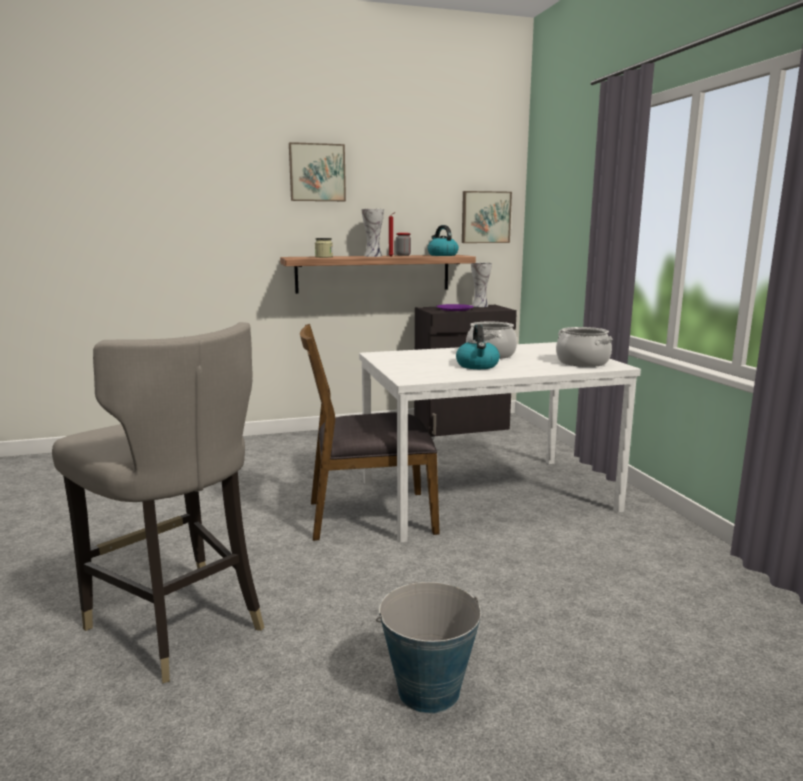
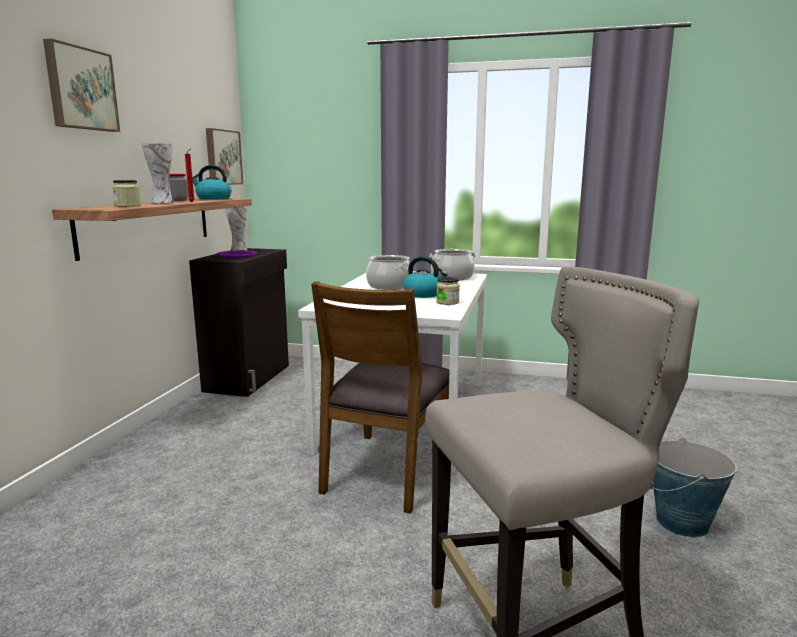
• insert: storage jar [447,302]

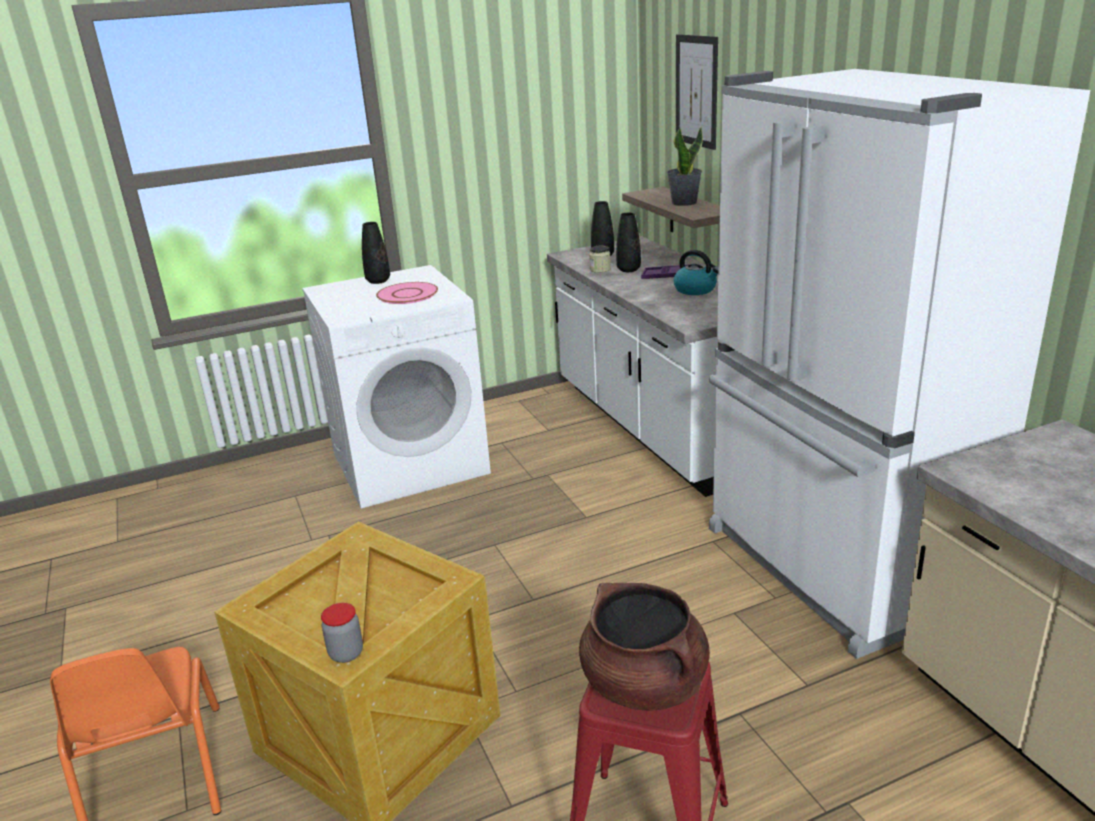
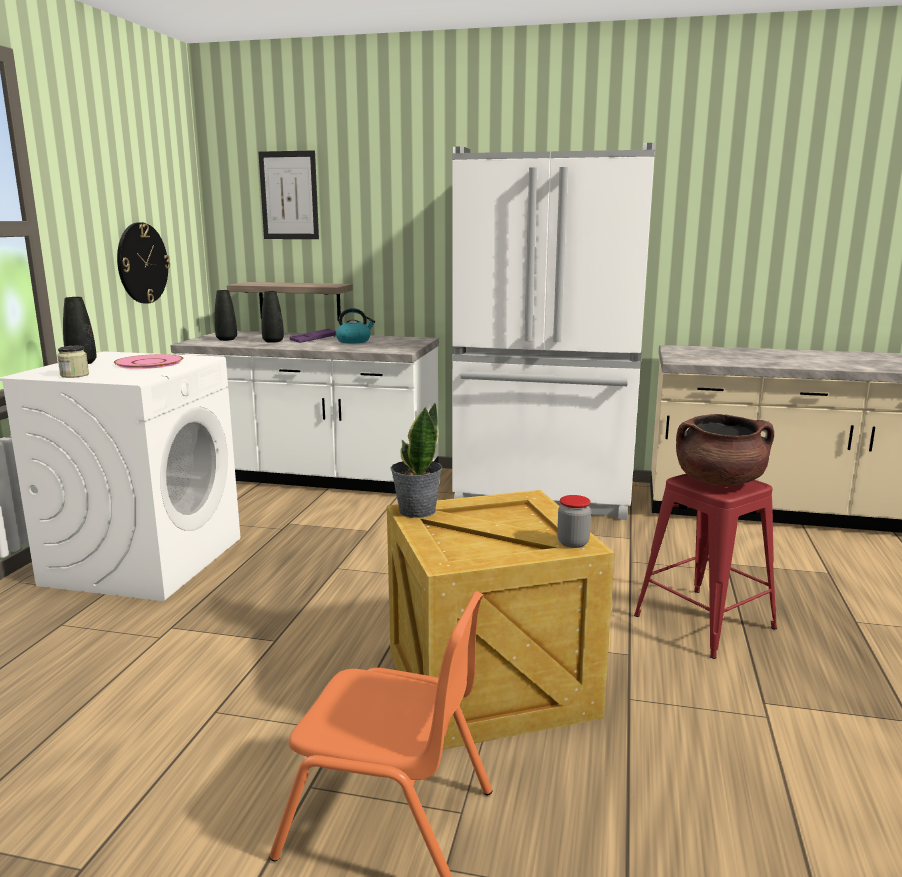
• move: storage jar [600,269] to [74,375]
• insert: wall clock [142,263]
• move: houseplant [683,202] to [416,511]

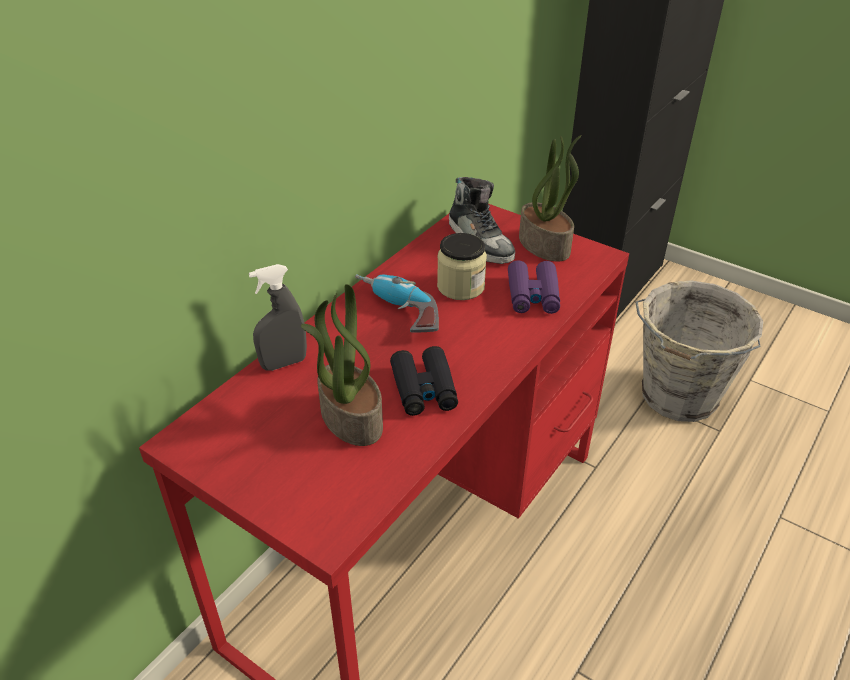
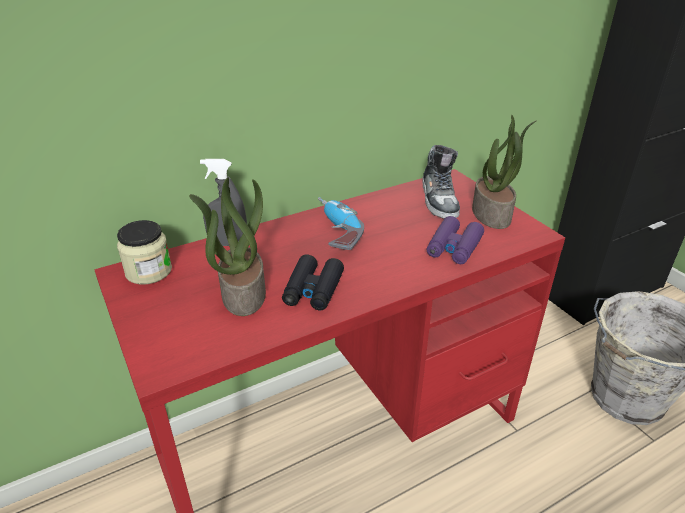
• move: storage jar [461,286] to [149,271]

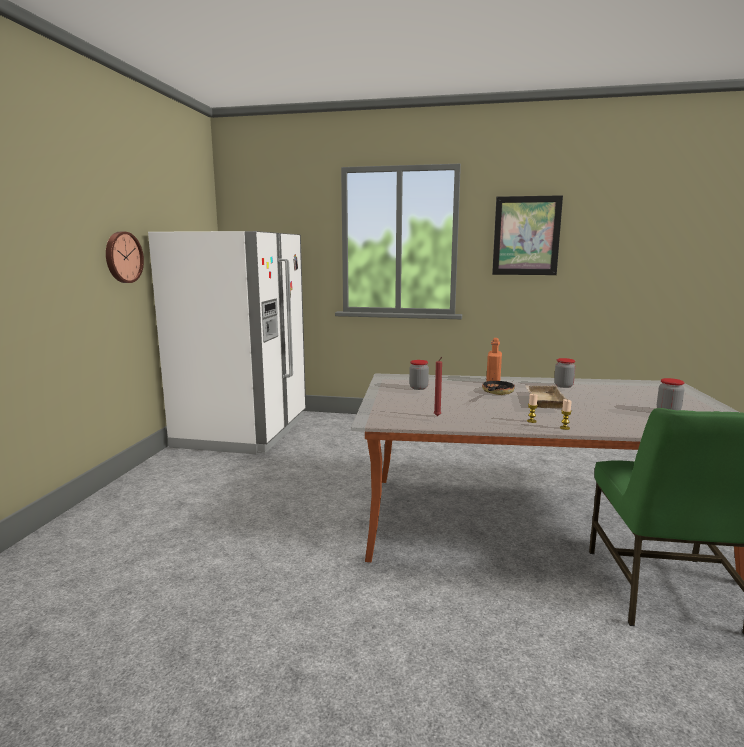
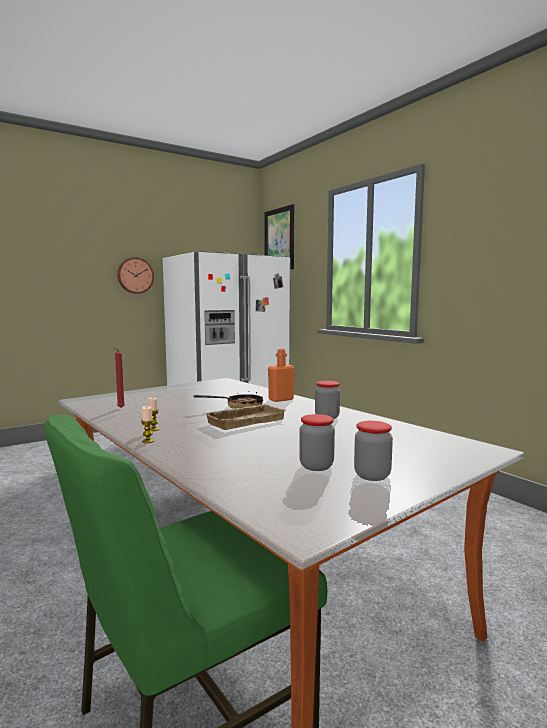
• move: wall art [526,236] to [279,239]
• move: storage jar [418,388] to [372,475]

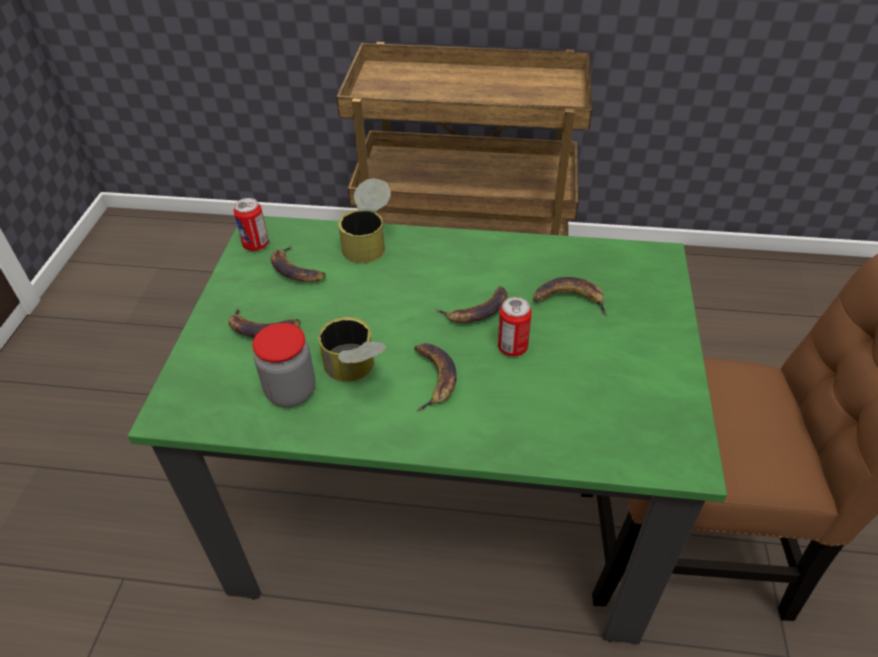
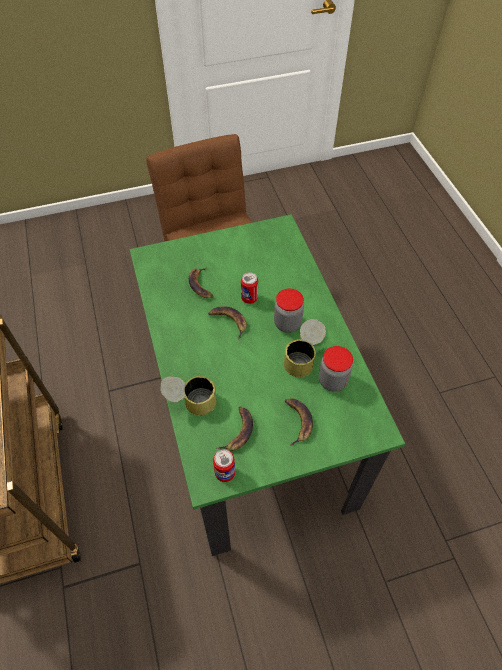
• replace: whole banana [432,377] to storage jar [287,323]

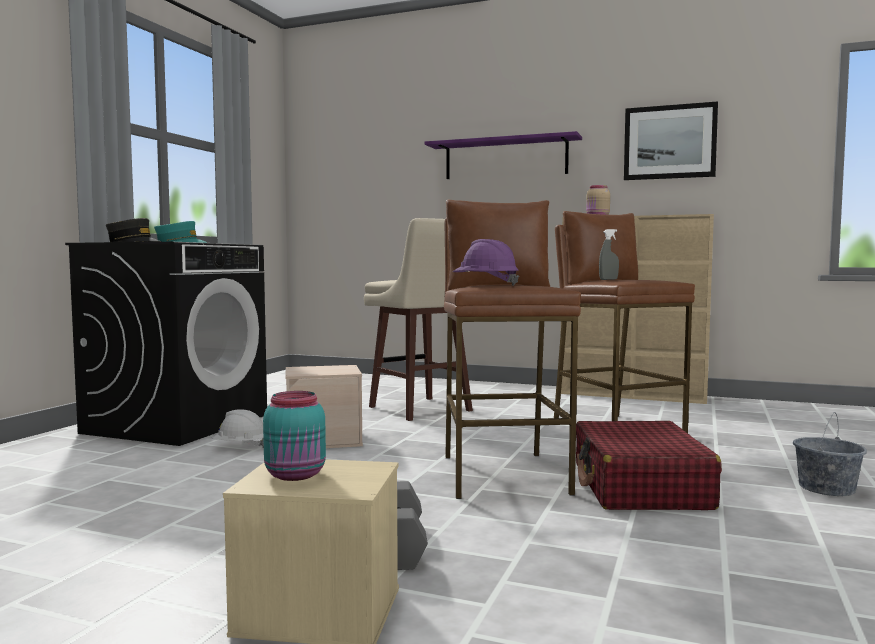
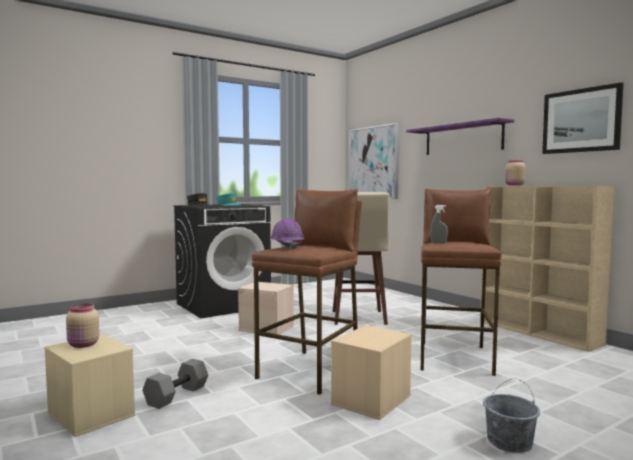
• recolor: blue-green storage jar [297,475] to beige-coloured storage jar [83,345]
• replace: reddish travel case [640,486] to beige-coloured storage box [371,400]
• insert: wall art [373,162]
• delete: white work helmet [240,447]

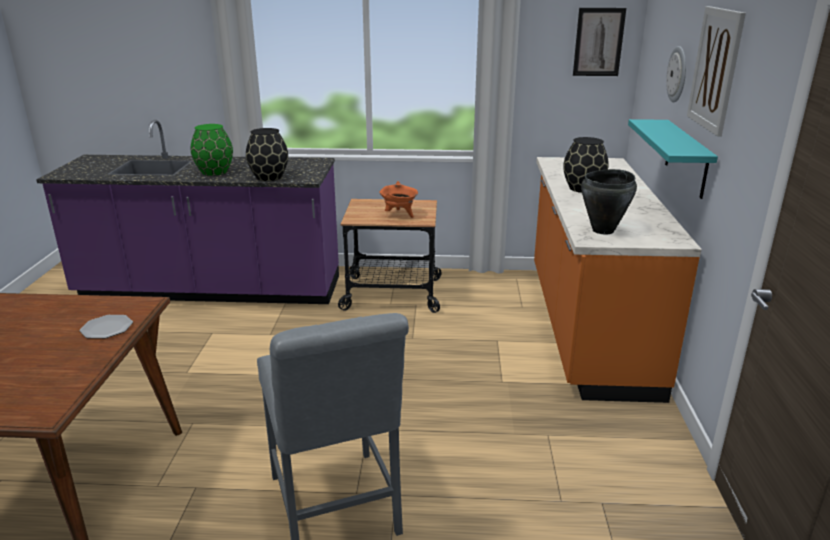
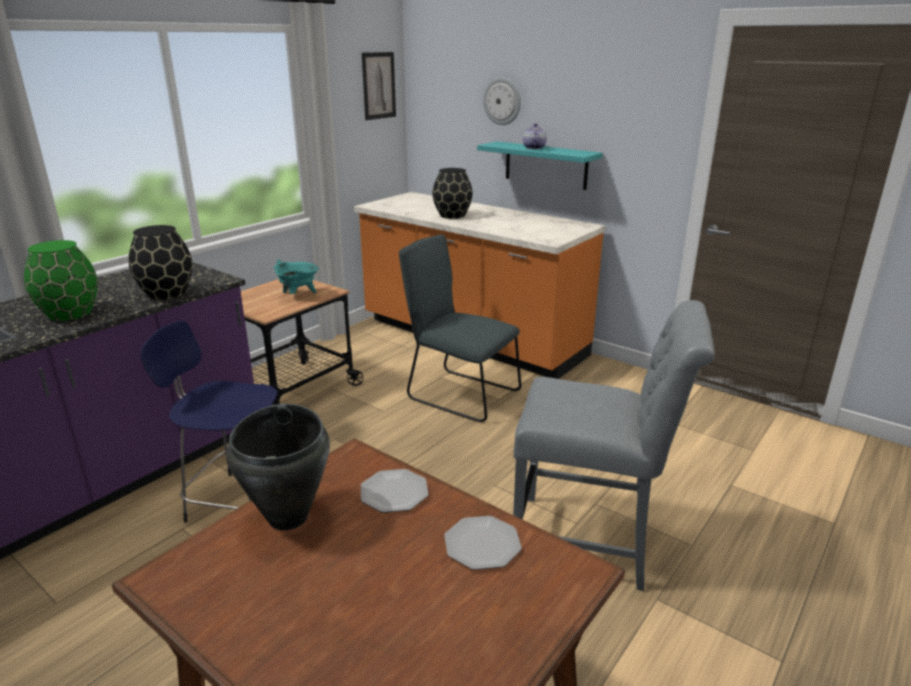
• insert: blue-coloured sitting stool [238,502]
• move: black saucepot [603,230] to [289,517]
• recolor: orangey saucepot [399,215] to blue-green saucepot [298,295]
• insert: grey plain chair [459,394]
• insert: dinner plate [481,544]
• insert: pot for tea [533,148]
• delete: wall art [715,69]

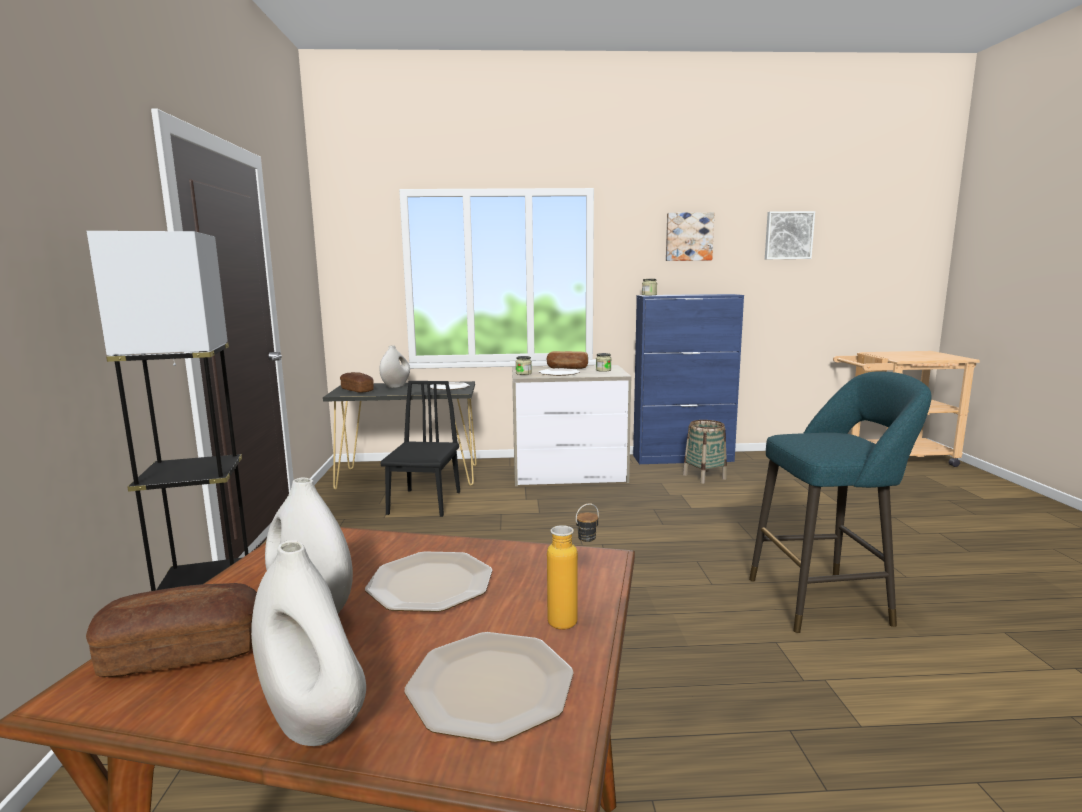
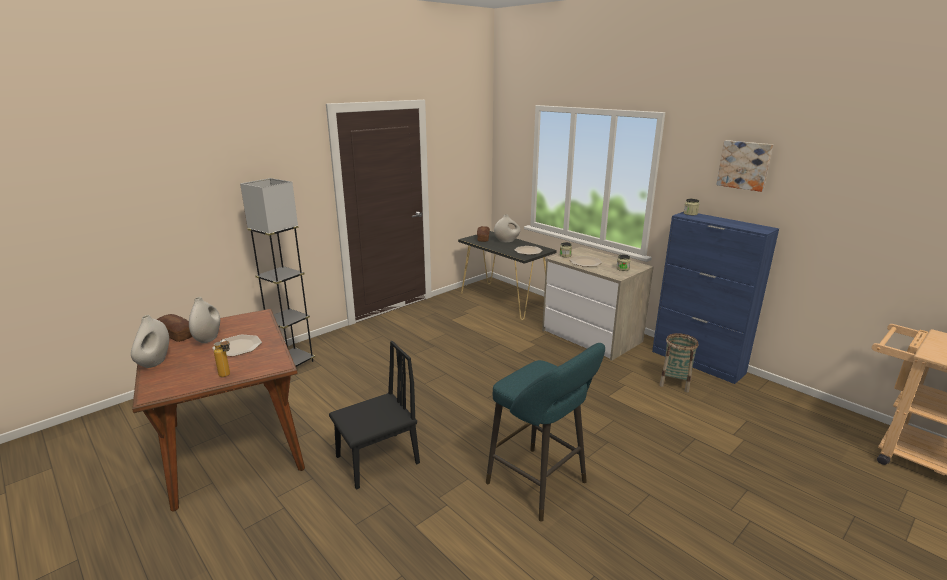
• move: black plain chair [424,503] to [377,460]
• delete: dinner plate [492,686]
• delete: baked bread [567,368]
• delete: wall art [788,235]

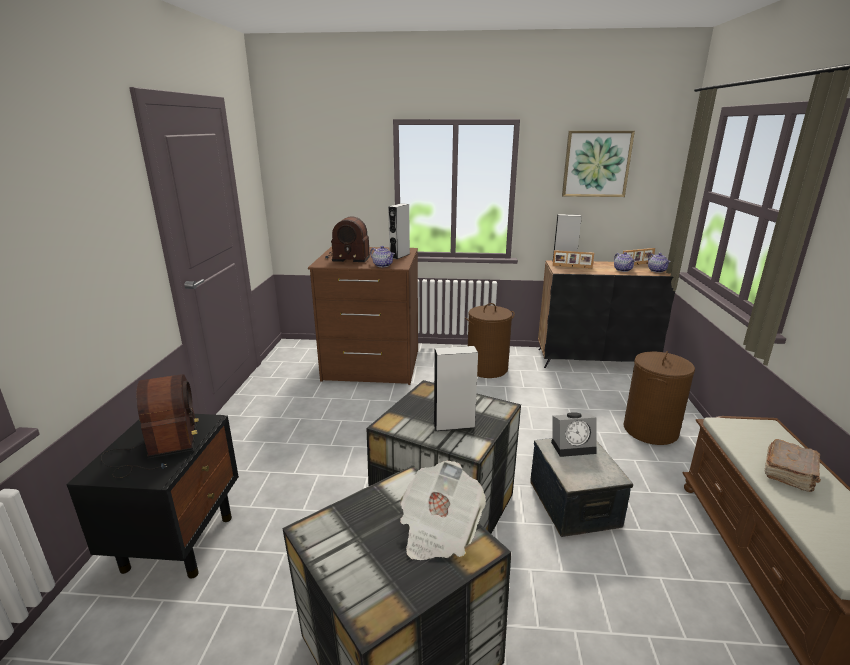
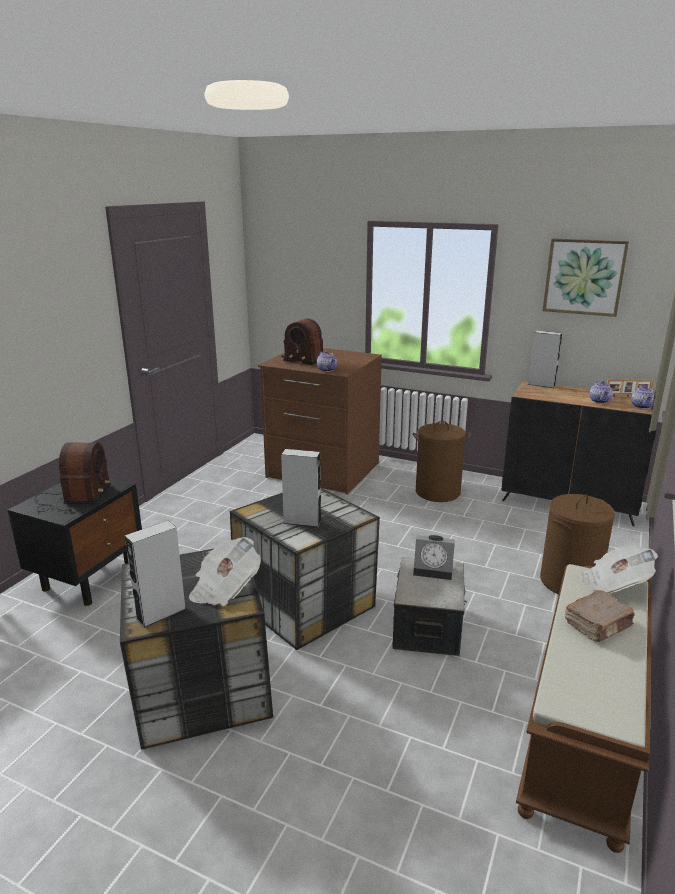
• move: grey loudspeaker [399,256] to [161,613]
• insert: newspaper [613,584]
• delete: photo frame [572,267]

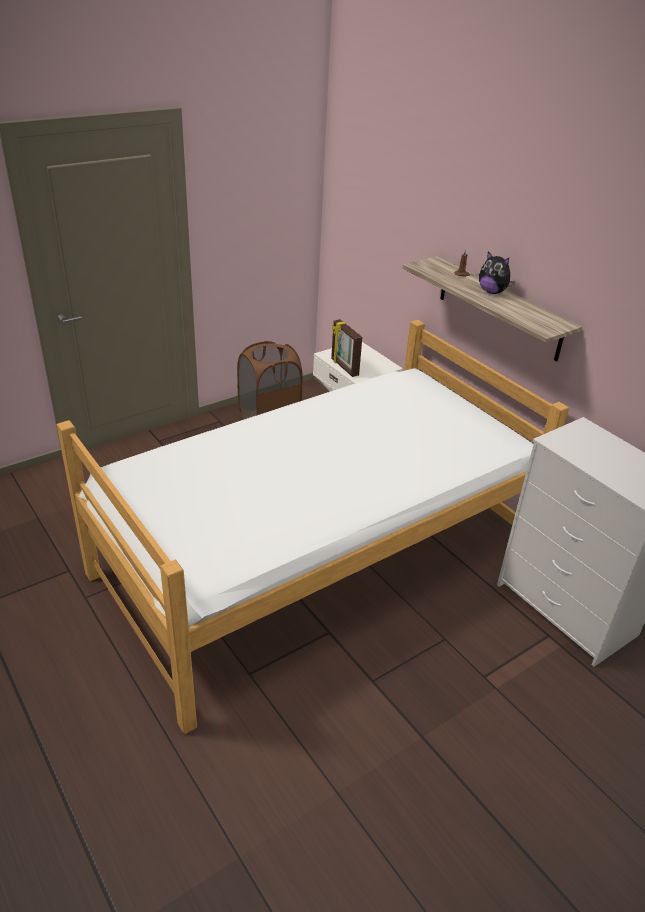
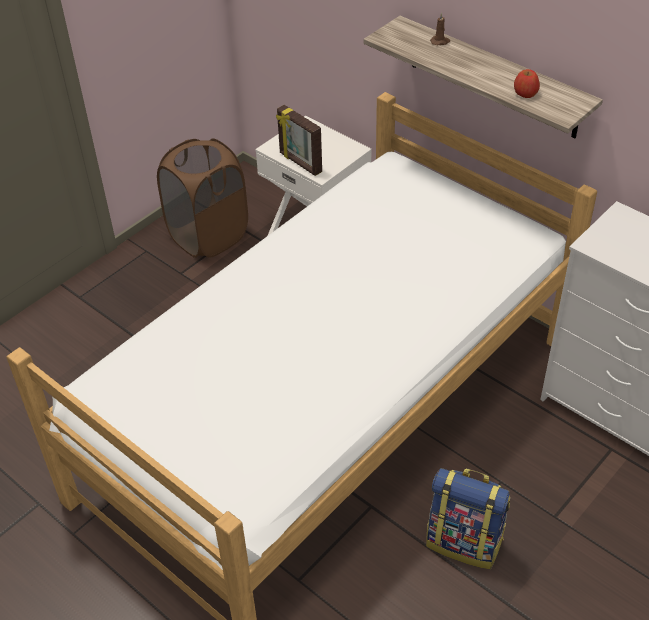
• insert: rucksack [465,541]
• insert: apple fruit [525,92]
• delete: cuddly toy [492,292]

